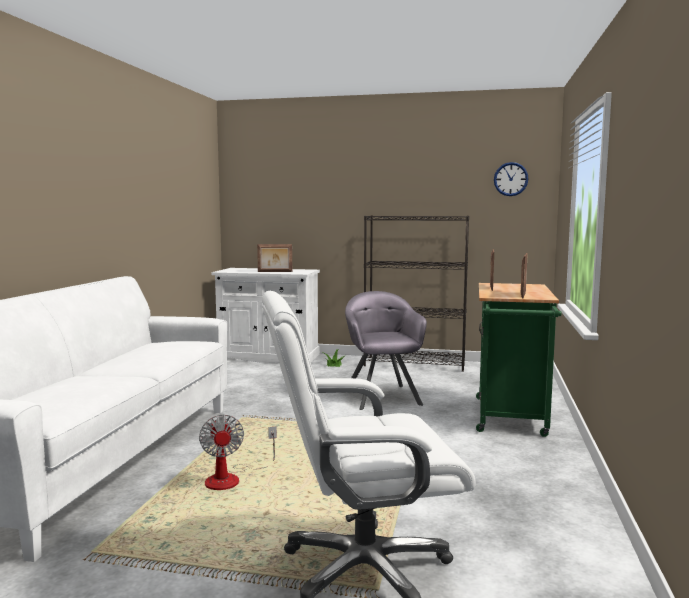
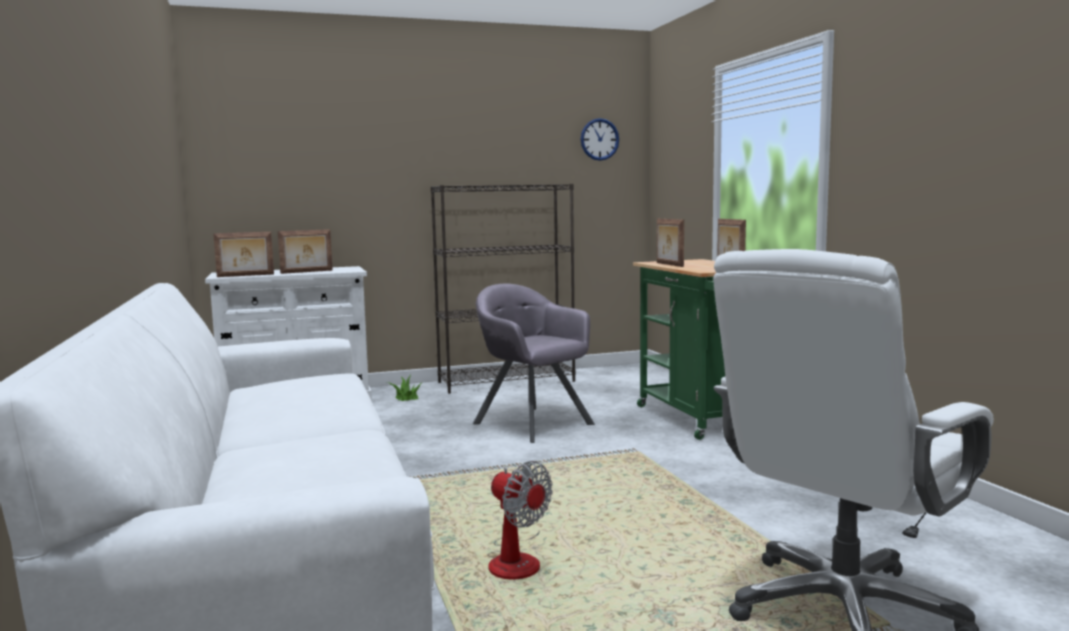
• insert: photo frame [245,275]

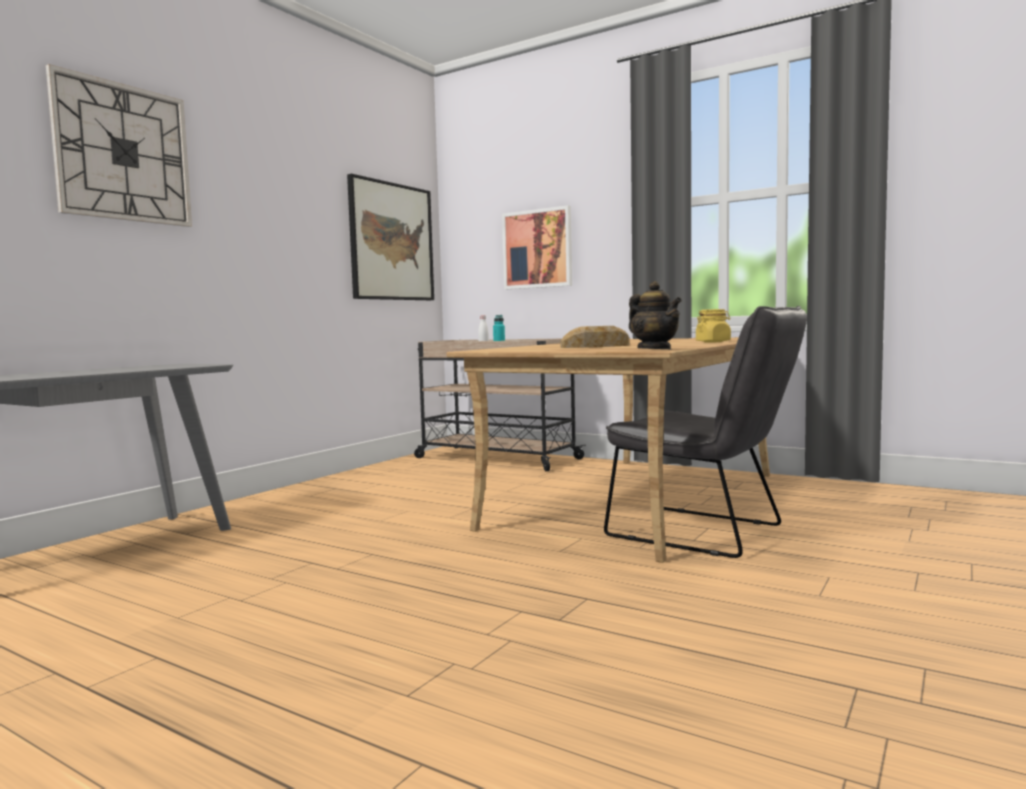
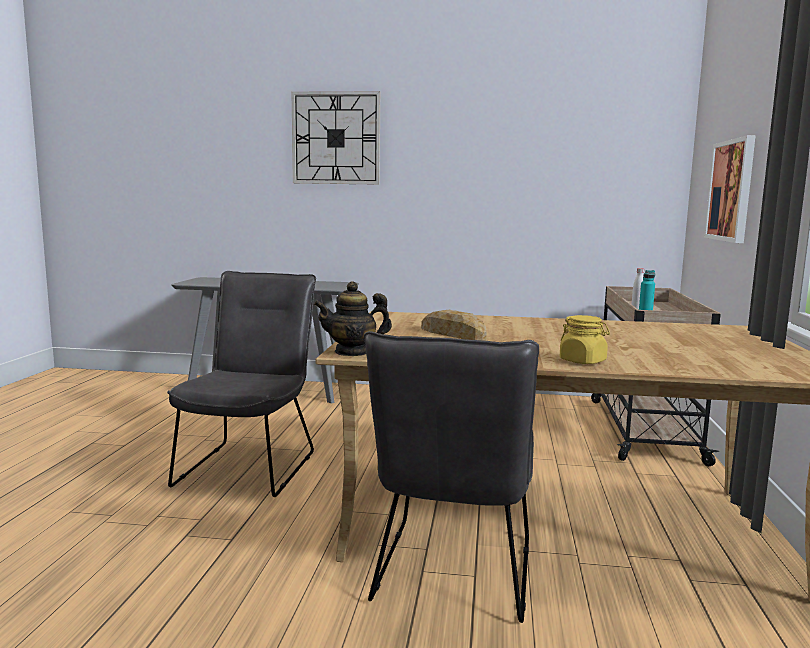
• insert: grey plain chair [251,465]
• rotate: pot for tea [654,349] = [352,352] 45 degrees clockwise
• delete: wall art [391,242]

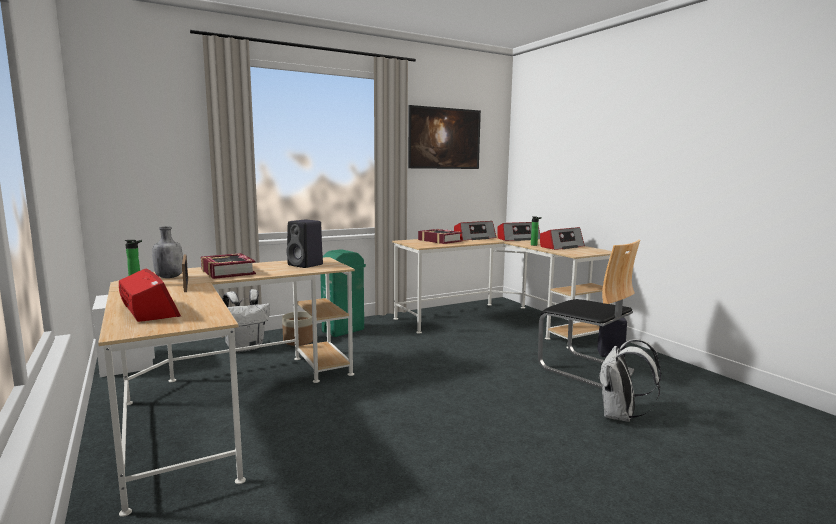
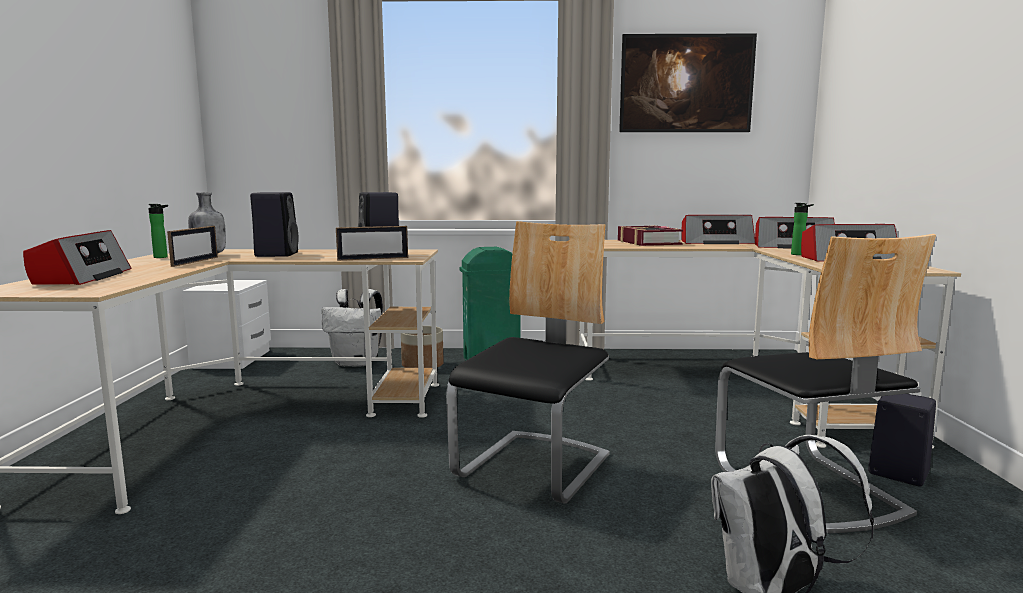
• replace: volume [227,272] to black loudspeaker [276,254]
• insert: photo frame [373,259]
• insert: plain chair [535,467]

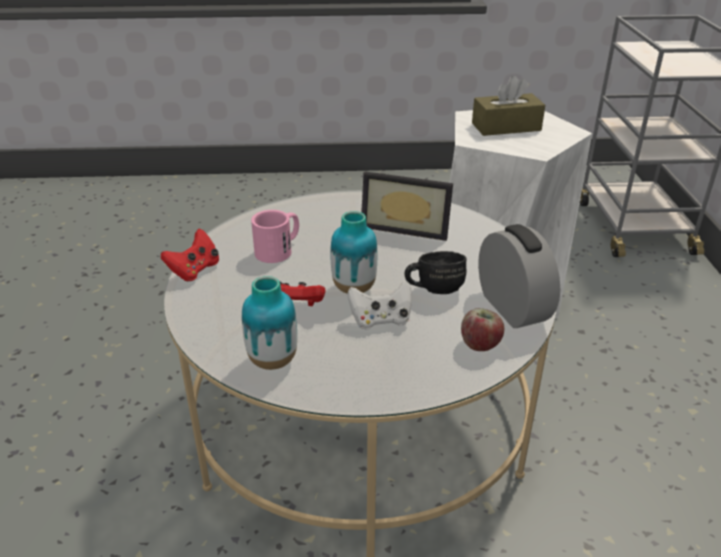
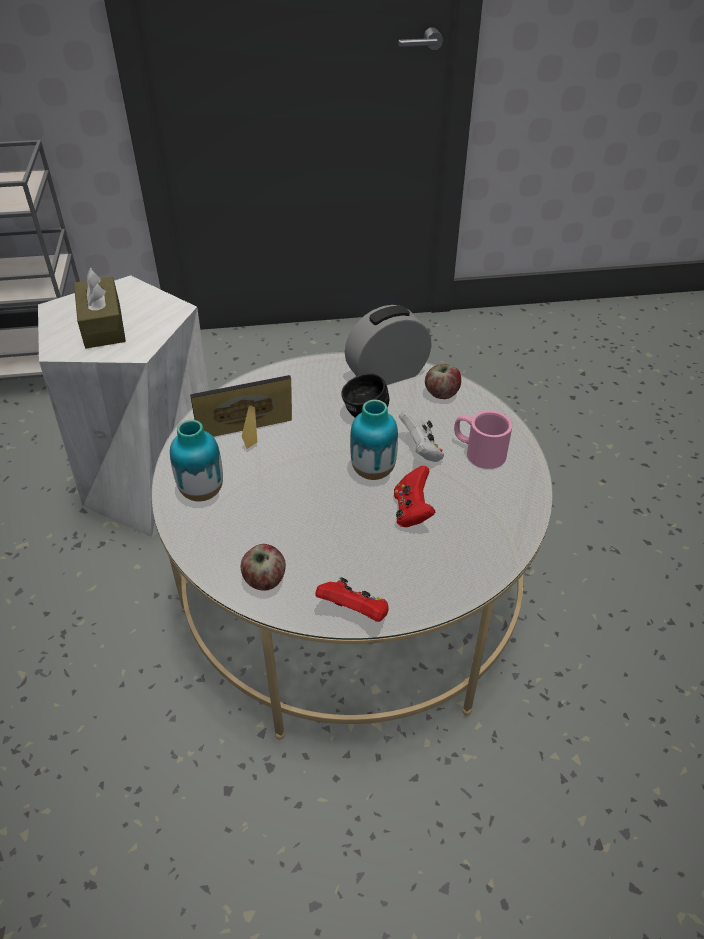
• move: decorative vase [272,361] to [202,492]
• rotate: photo frame [406,226] = [248,438] 120 degrees counterclockwise
• insert: apple fruit [264,580]
• move: pink mug [279,249] to [478,451]

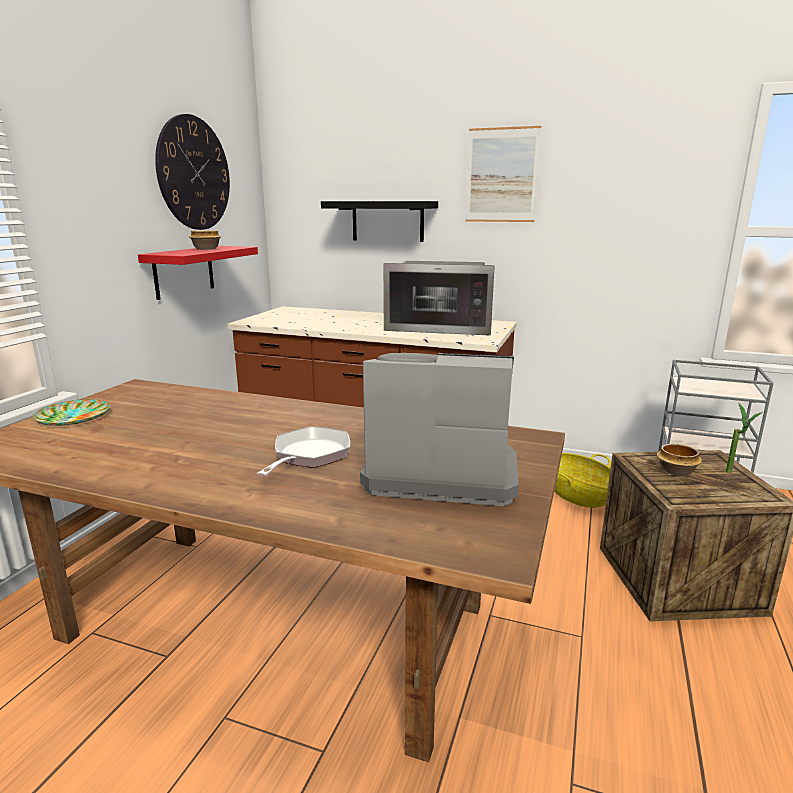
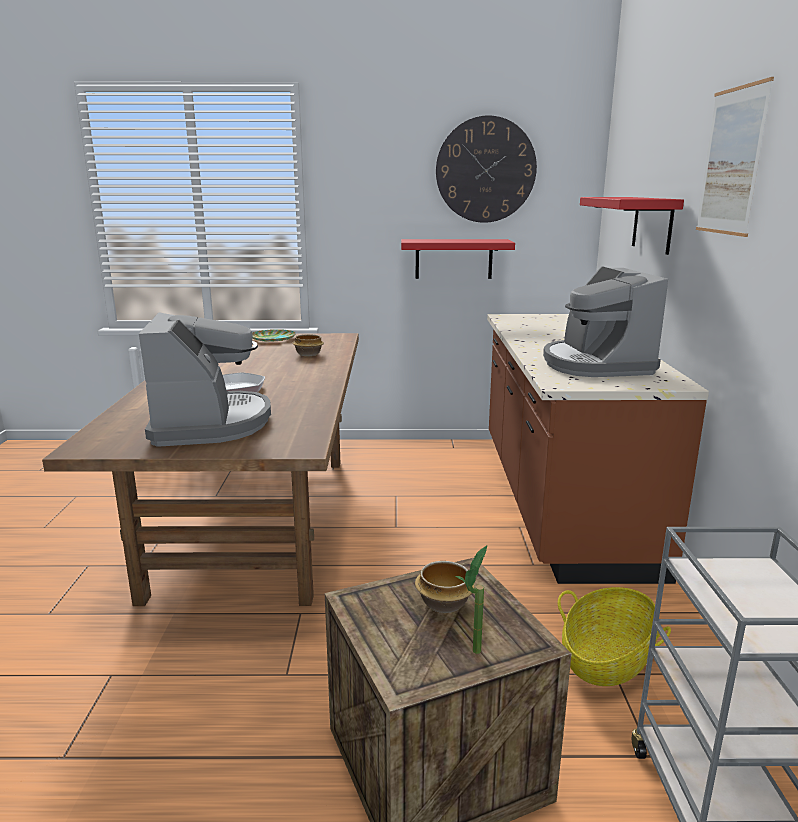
• move: bowl [205,249] to [308,354]
• replace: microwave [440,327] to coffee maker [595,364]
• recolor: black bracket shelf [387,221] to reddish bracket shelf [652,224]

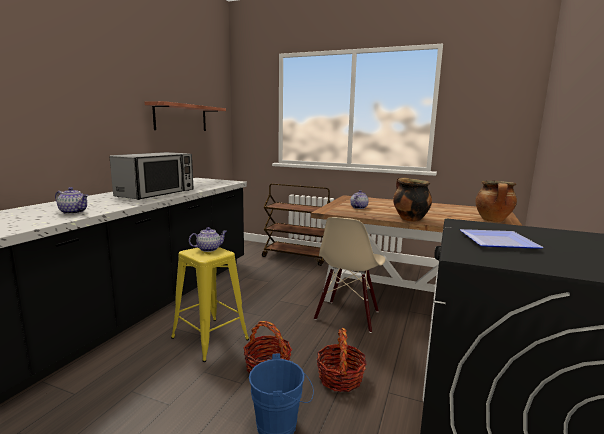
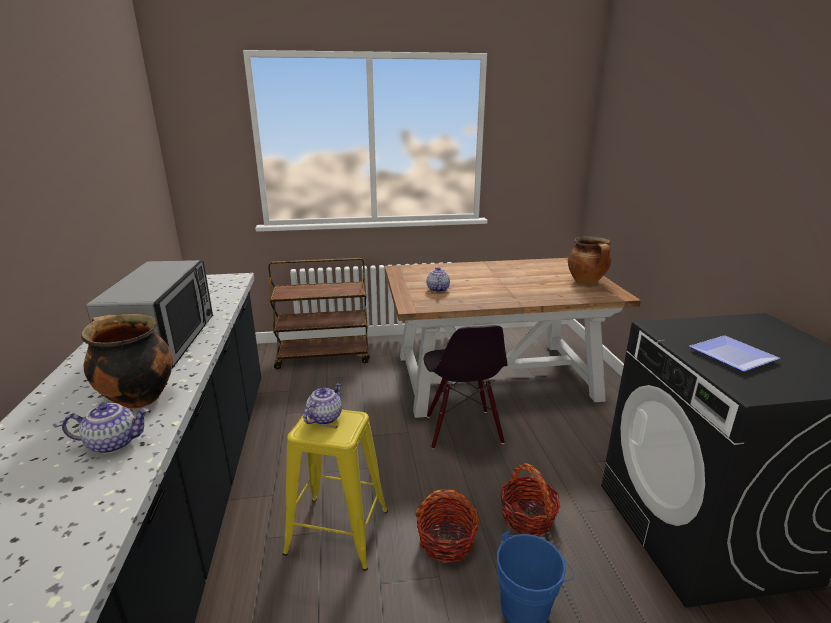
• move: saucepot [409,219] to [137,398]
• recolor: beige-coloured plain chair [347,316] to black plain chair [462,429]
• delete: bracket shelf [181,118]

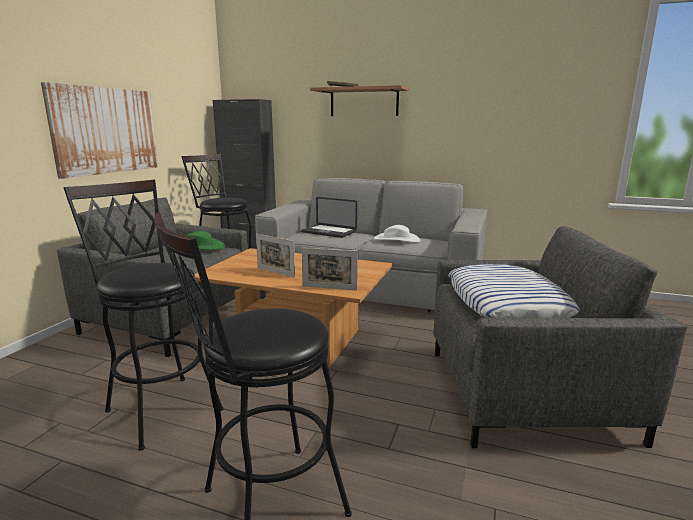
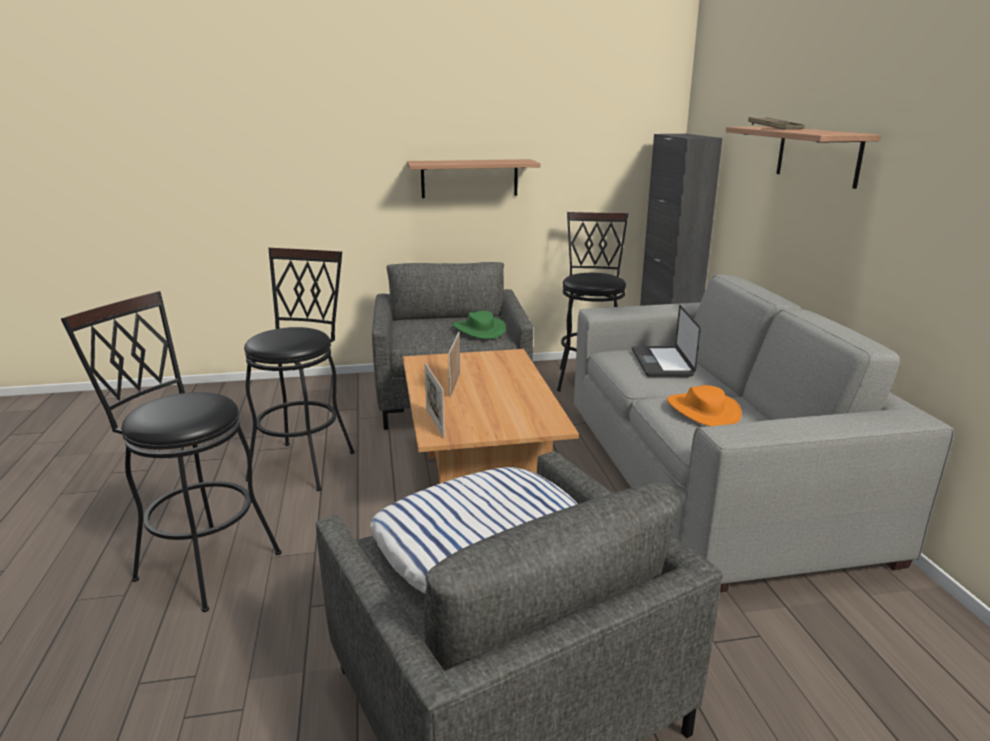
• replace: wall art [106,130] to bracket shelf [469,178]
• recolor: white hat [397,239] to orangey hat [703,410]

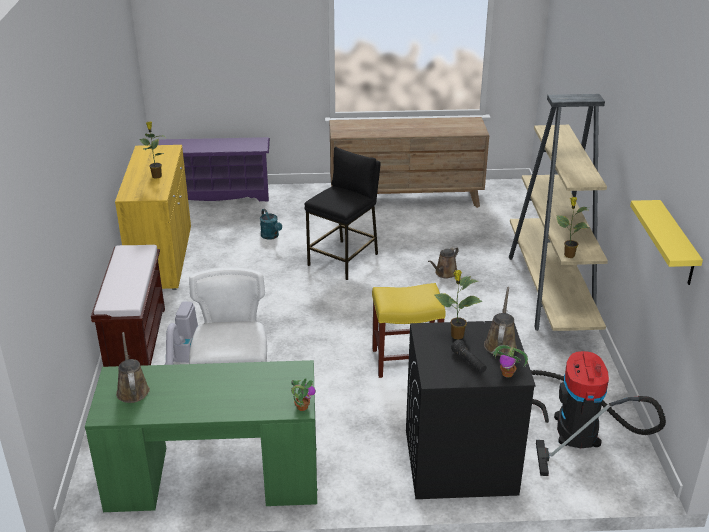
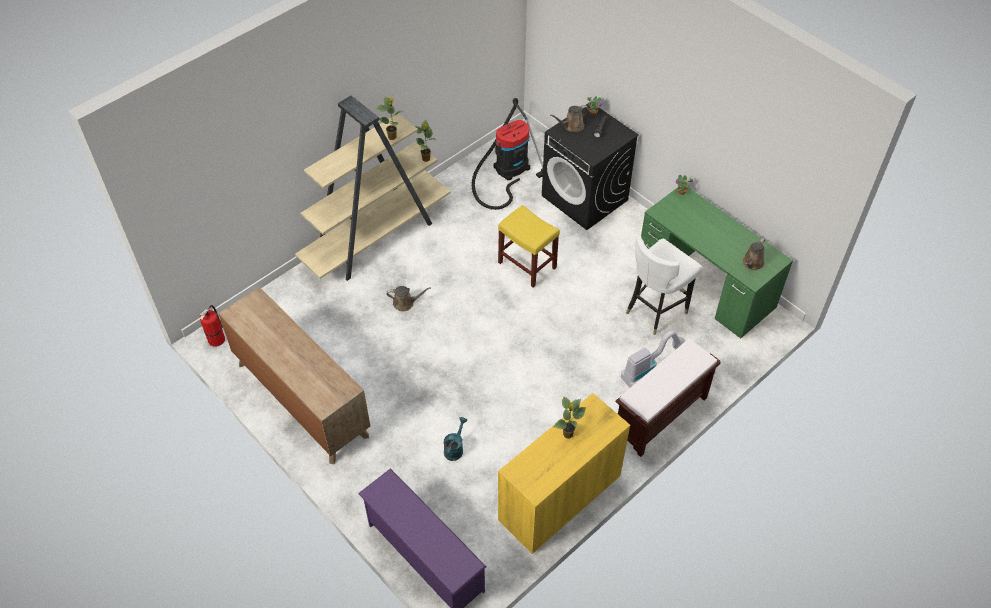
• insert: fire extinguisher [217,339]
• move: houseplant [456,336] to [392,137]
• delete: black sitting stool [344,259]
• delete: yellow bracket shelf [677,244]

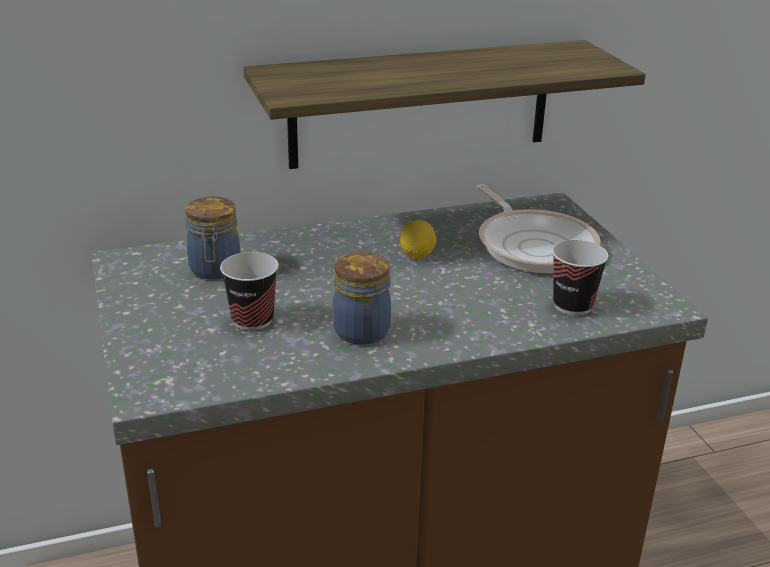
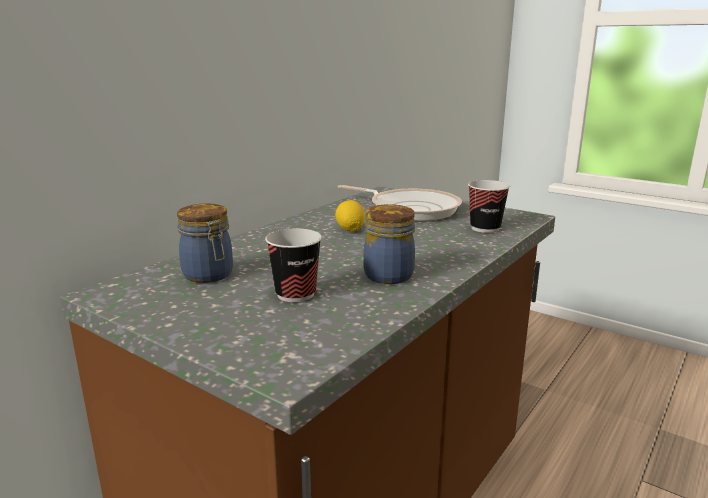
• delete: bracket shelf [421,104]

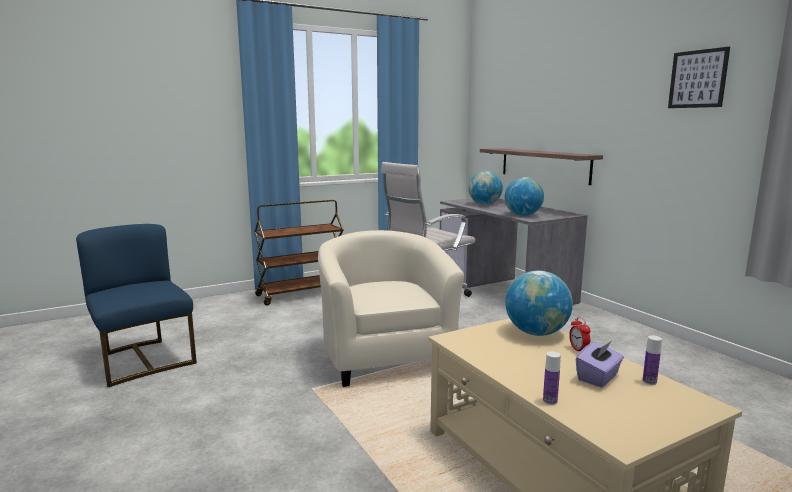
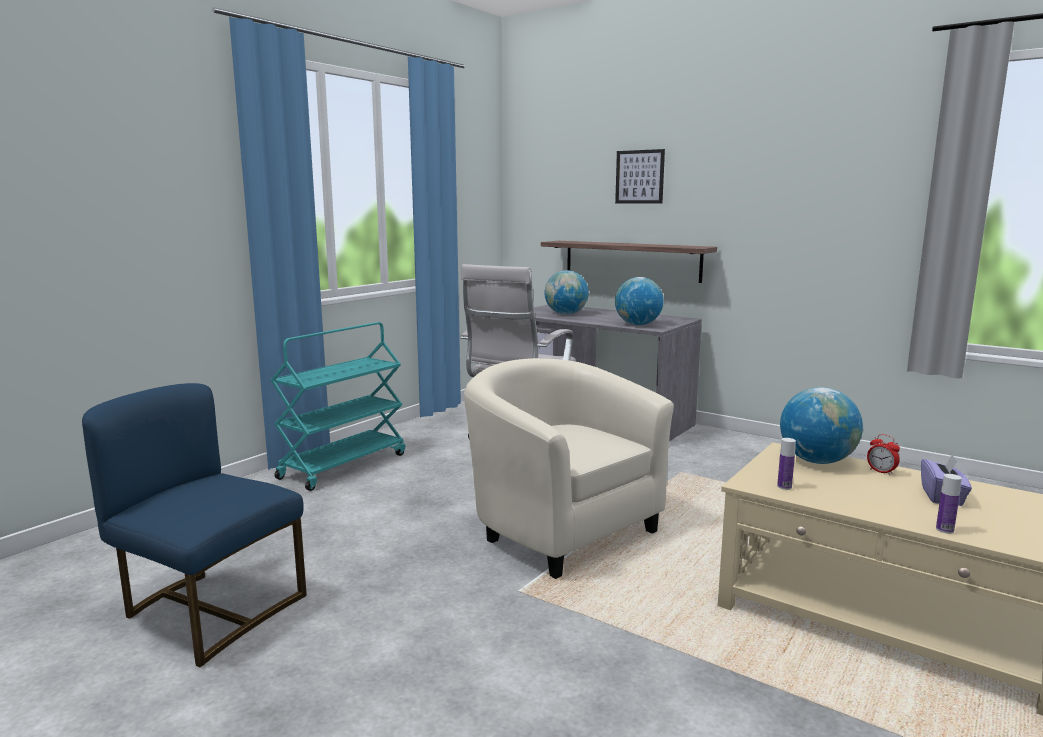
• recolor: brownish cart [301,293] to blue-green cart [343,465]
• move: wall art [698,79] to [639,177]
• move: drink bottle [649,381] to [784,487]

